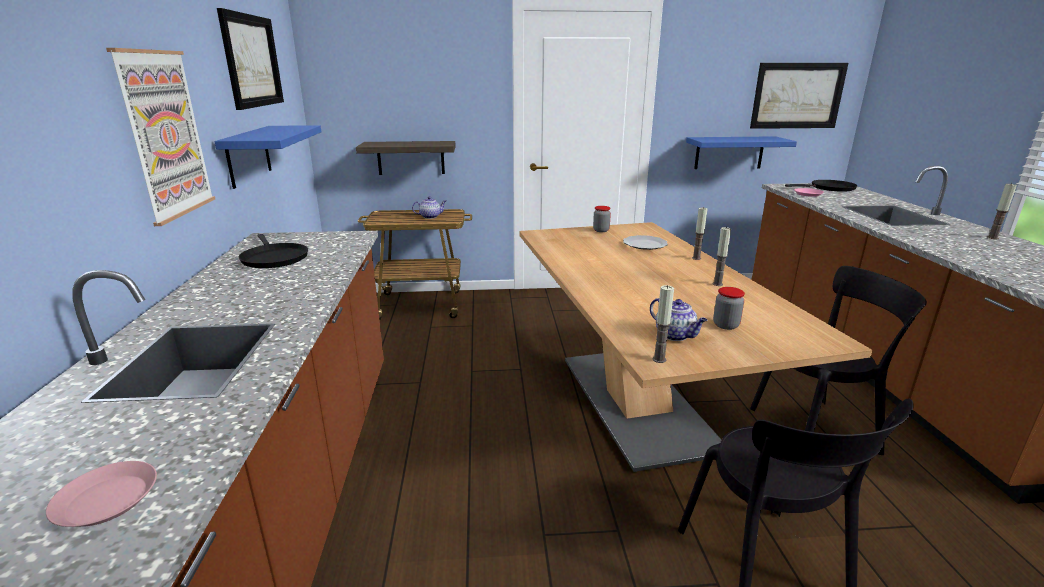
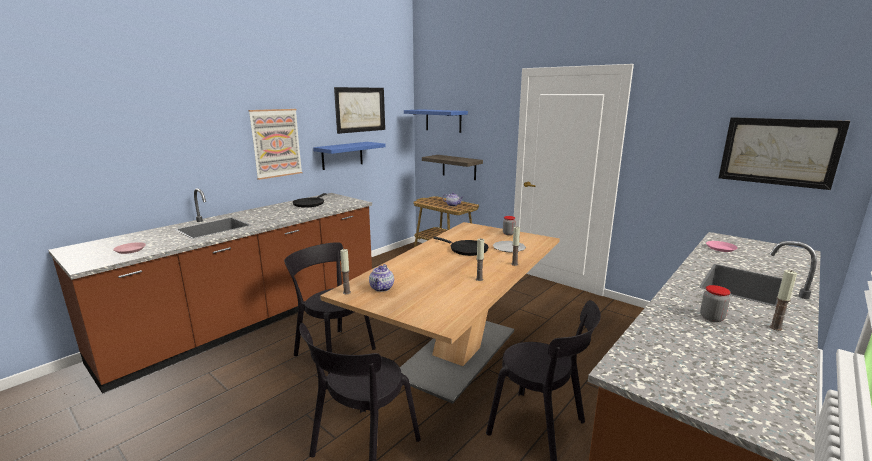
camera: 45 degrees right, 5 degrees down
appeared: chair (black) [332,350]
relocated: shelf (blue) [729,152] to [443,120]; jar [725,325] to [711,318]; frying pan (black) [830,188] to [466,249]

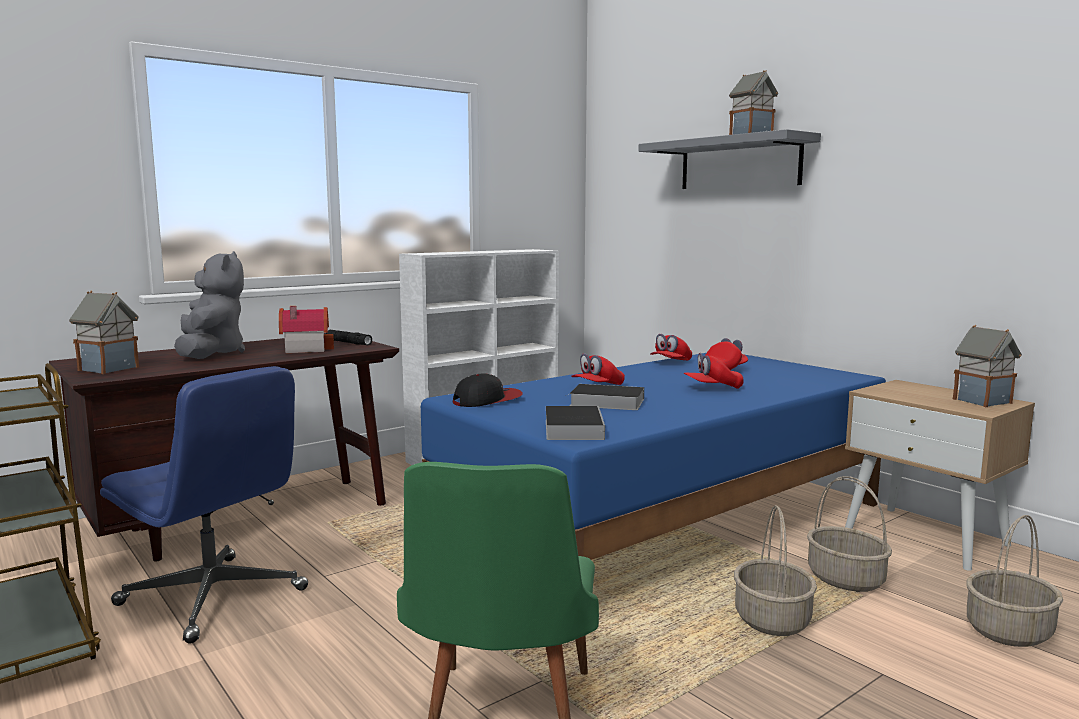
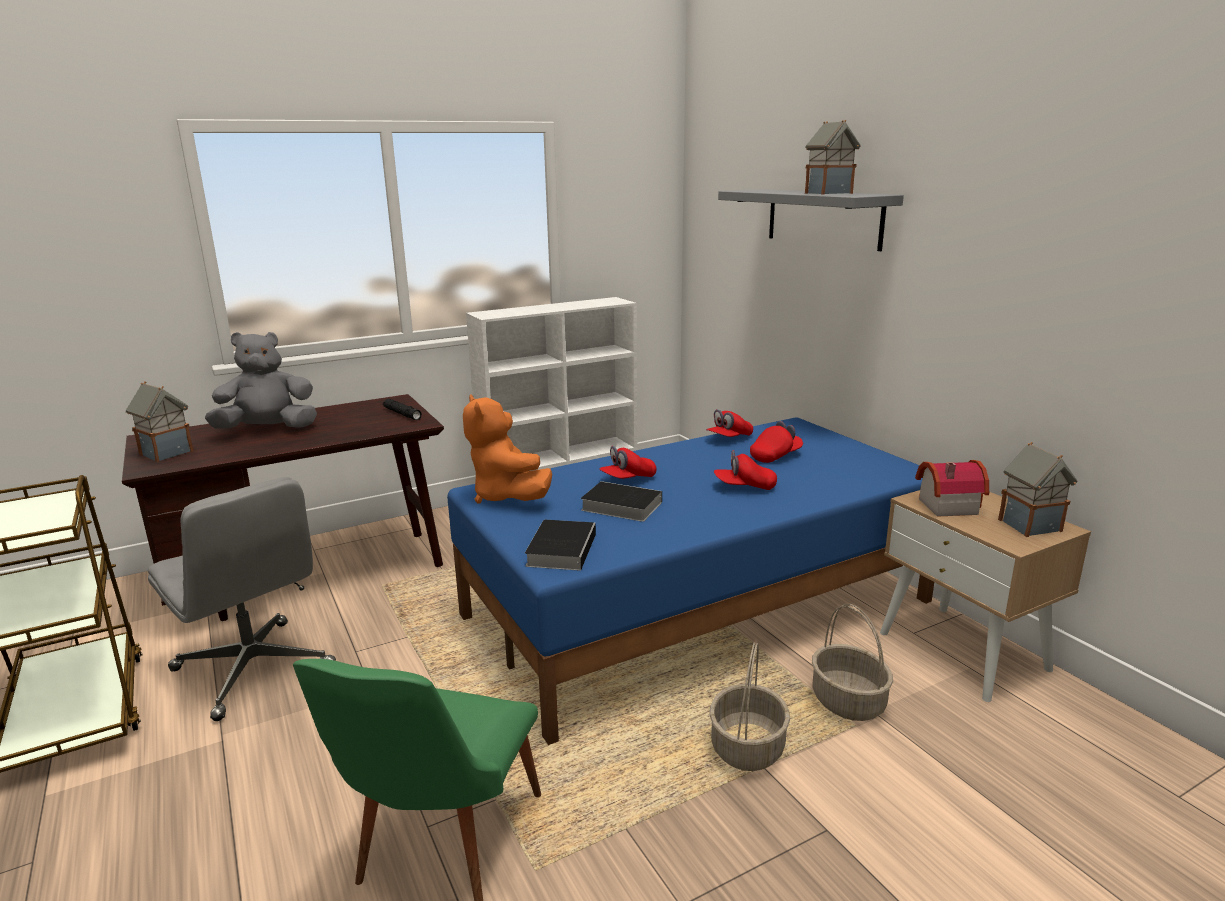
camera: 10 degrees right, 10 degrees up
missing: basket [1009,631]
relocated: toy house [304,349] to [944,505]
exchanged: cap [487,400] to plush toy (orange) [507,496]
colour: office chair (blue) [214,597] to office chair (grey) [254,669]
spun: plush toy (grey) [211,354] = [268,430] 105 degrees counterclockwise

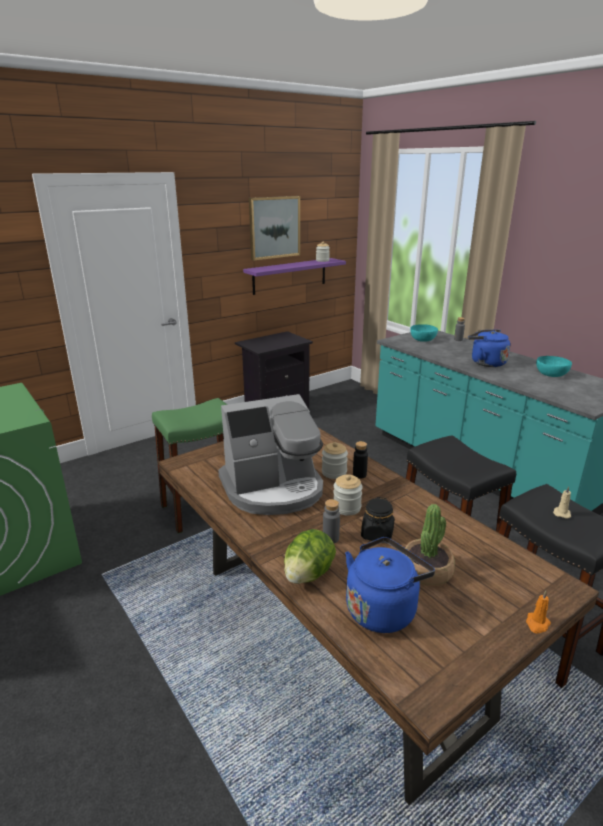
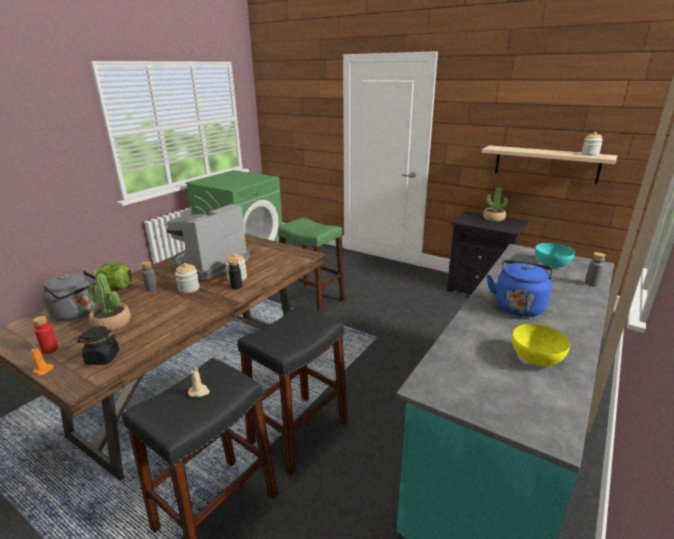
camera: 70 degrees right, 0 degrees up
missing: picture [274,227]
appeared: bottle (red) [50,349]; potted plant [493,219]
relocated: jar (black) [377,534] to [102,358]
colour: shelf (purple) [289,276] to shelf (beige) [546,164]; kettle (blue) [383,608] to kettle (grey) [78,313]; bowl (turquoise) [551,374] to bowl (yellow) [535,357]
spun: coffee machine [273,488] = [209,264] 75 degrees clockwise

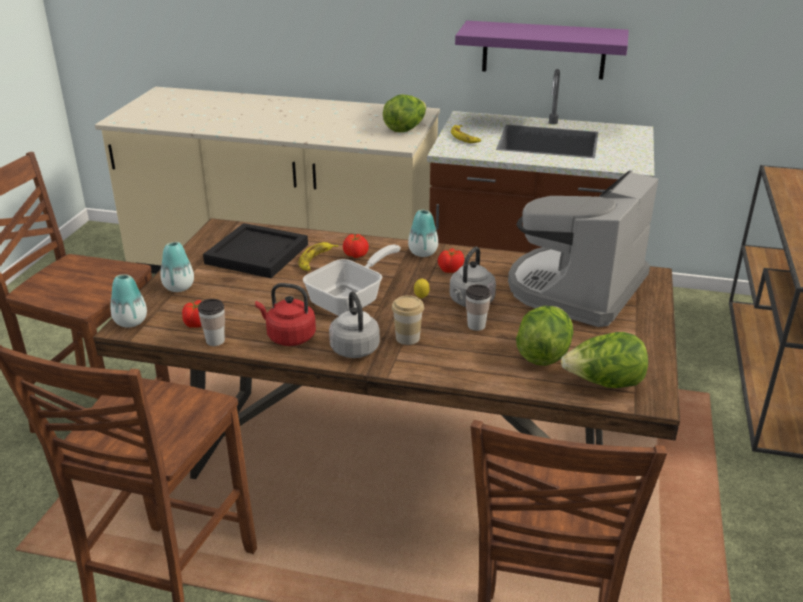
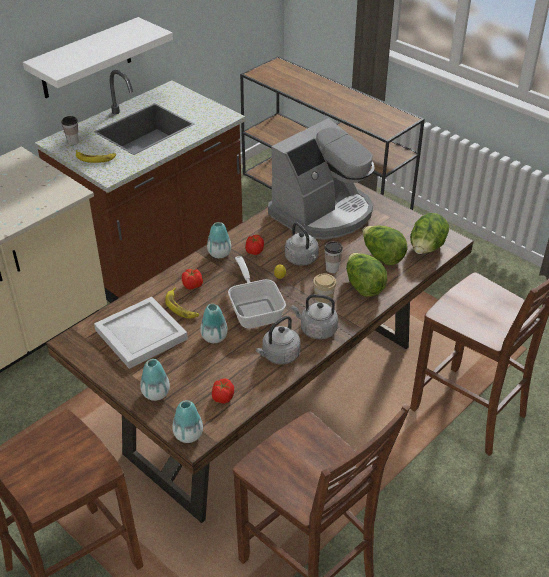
camera: 60 degrees left, 10 degrees up
appeared: vase [214,337]
relocated: cup [215,341] to [73,142]; lettuce [405,129] to [363,286]
colour: tray (black) [257,255] to tray (white) [142,335]; kettle (red) [288,337] to kettle (grey) [279,356]; shelf (purple) [543,50] to shelf (white) [86,59]
spun: coffee machine [576,289] = [323,213] 105 degrees counterclockwise

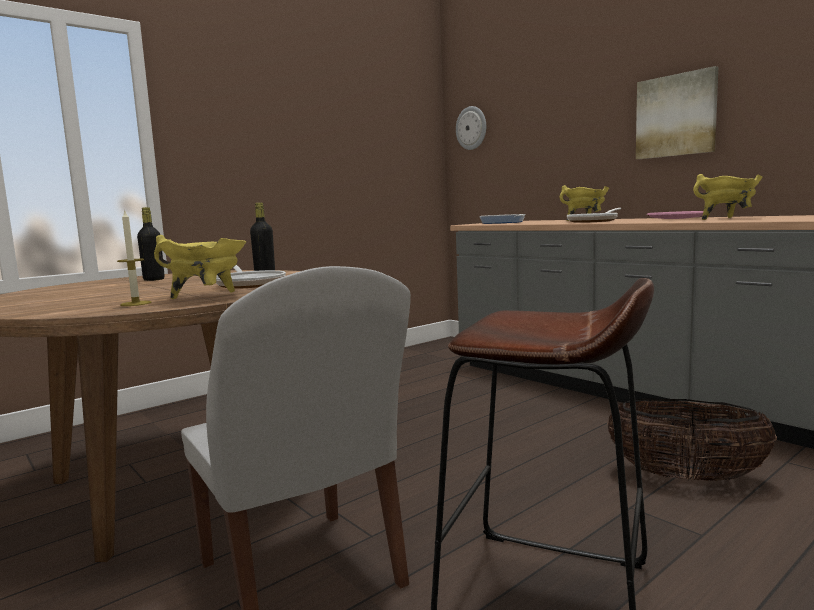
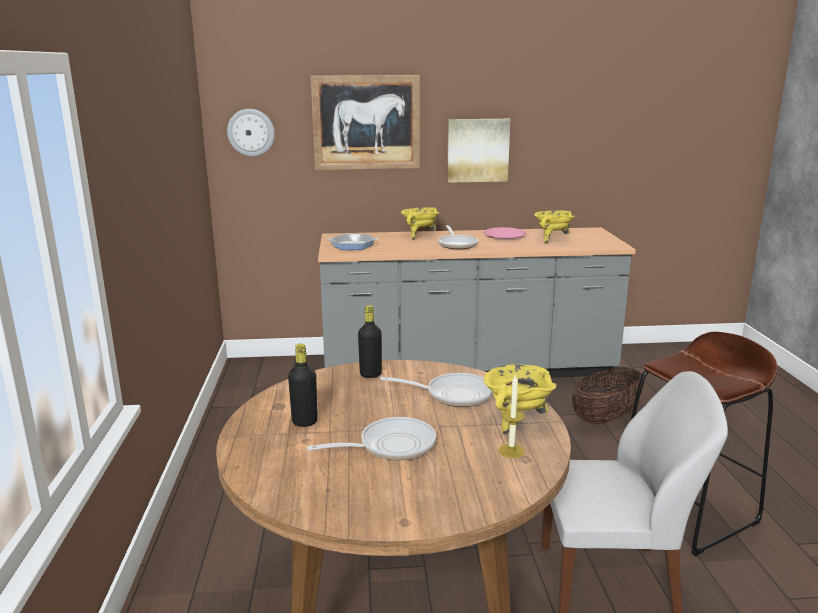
camera: 55 degrees left, 10 degrees up
appeared: frying pan [391,446]; picture [366,123]

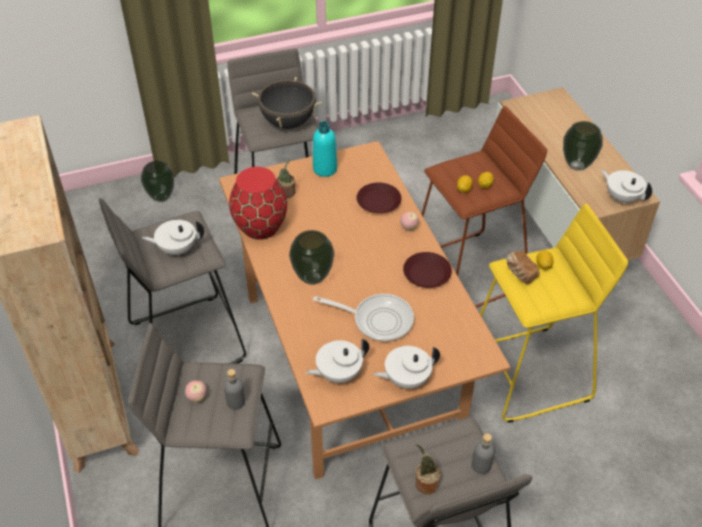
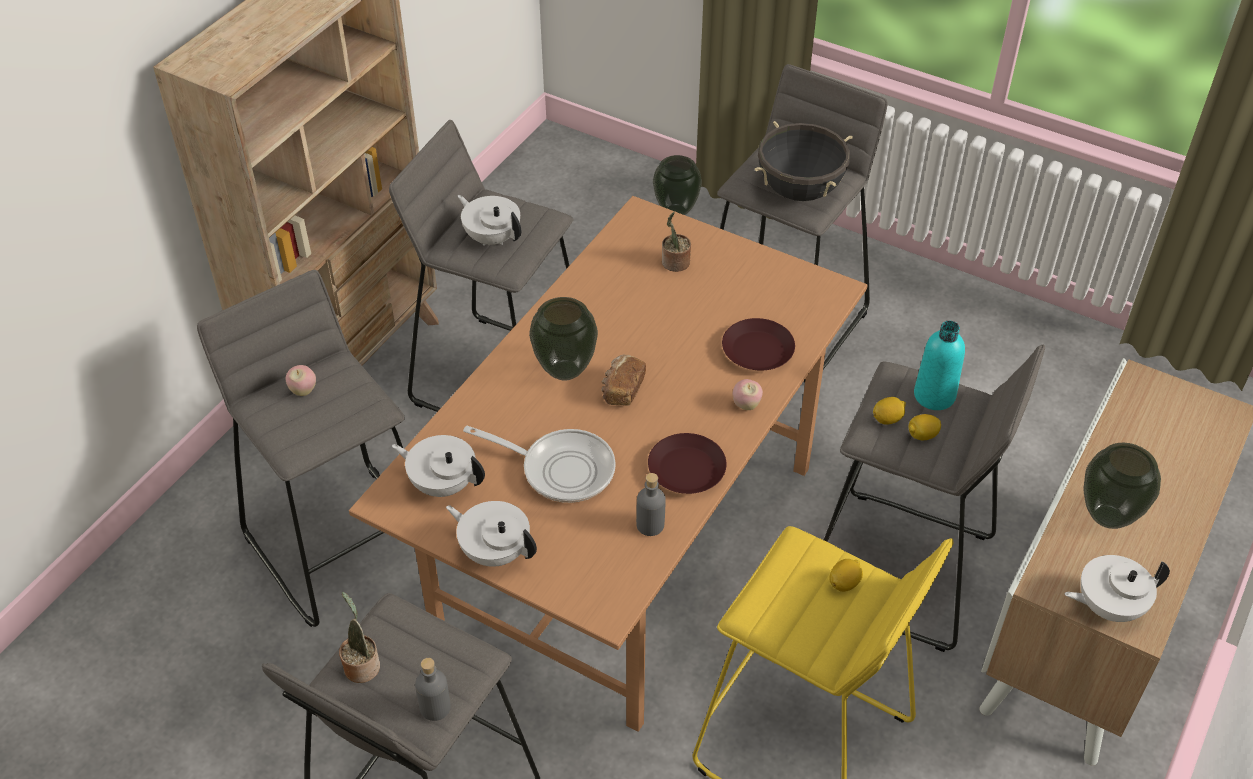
camera: 50 degrees right, 0 degrees up
missing: vase (red) [259,227]
relocated: bottle (grey) [236,402] to [650,525]; bottle (turquoise) [325,169] to [934,395]; bread [520,273] to [622,389]
colour: stool (brown) [468,273] to stool (grey) [900,570]
spun: frying pan [378,320] = [561,469] 45 degrees counterclockwise; teapot (white) [622,197] = [1107,606] 105 degrees counterclockwise

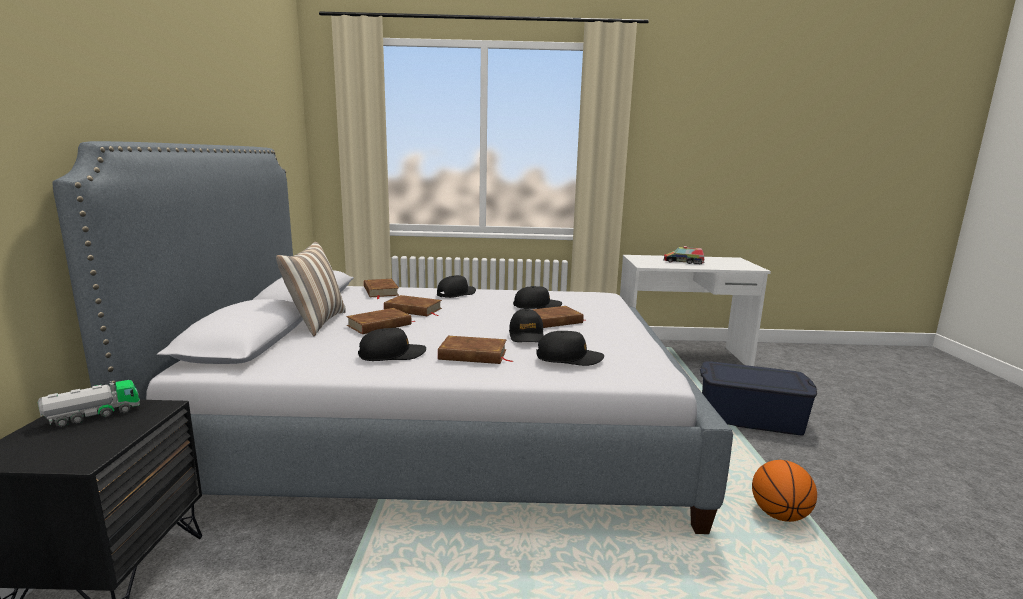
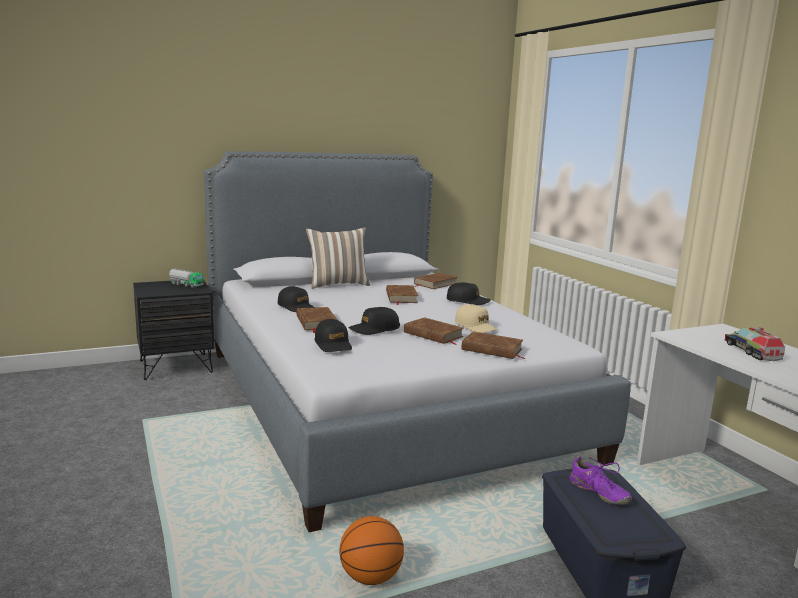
camera: 65 degrees right, 0 degrees up
appeared: shoe (purple) [598,493]
relocated: book (brown) [380,325] to [492,349]
colour: cap (black) [537,306] to cap (beige) [475,326]

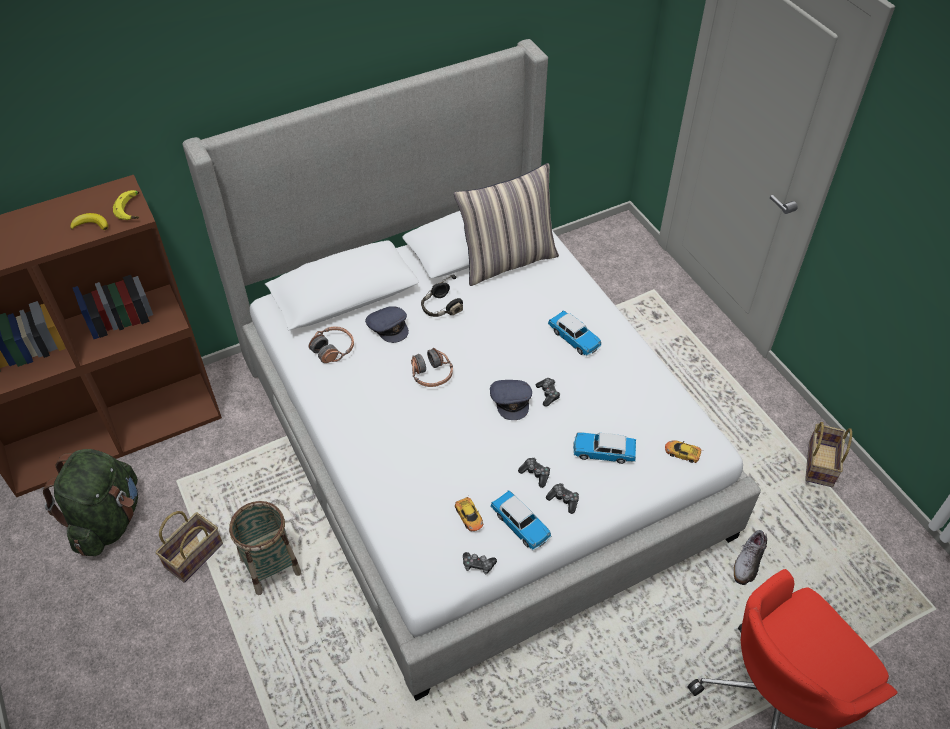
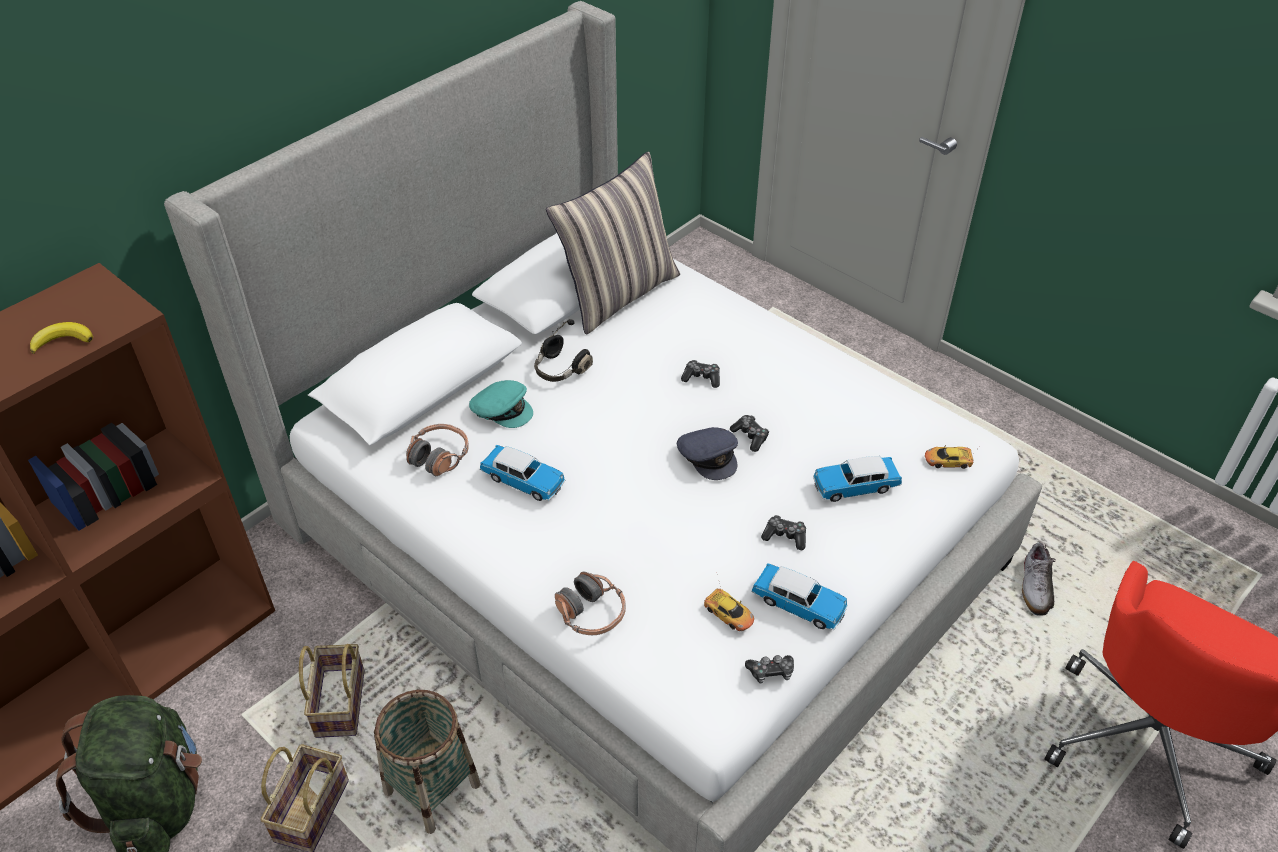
camera: 20 degrees left, 5 degrees down
missing: banana [132,209]
relocated: headphones [431,374] to [591,613]; game controller [563,500] to [702,378]; toy car [574,338] to [523,480]; basket [819,463] to [338,701]
colour: cap (grey) [388,327] to cap (turquoise) [502,409]

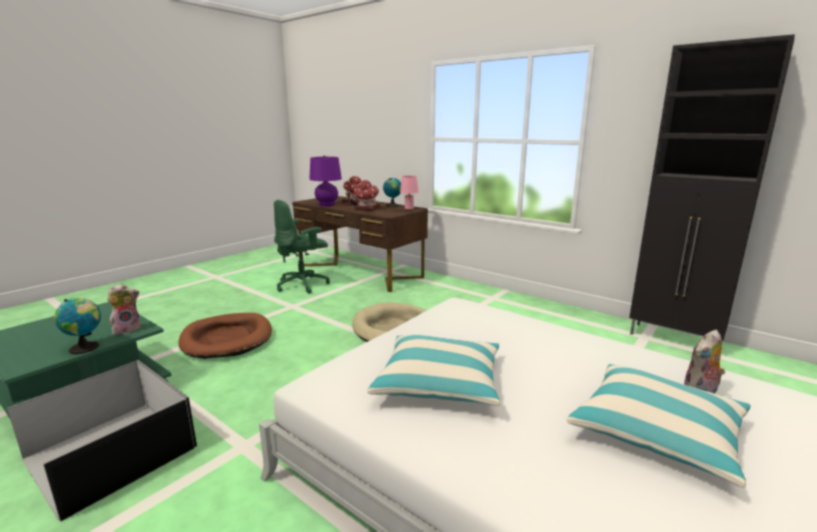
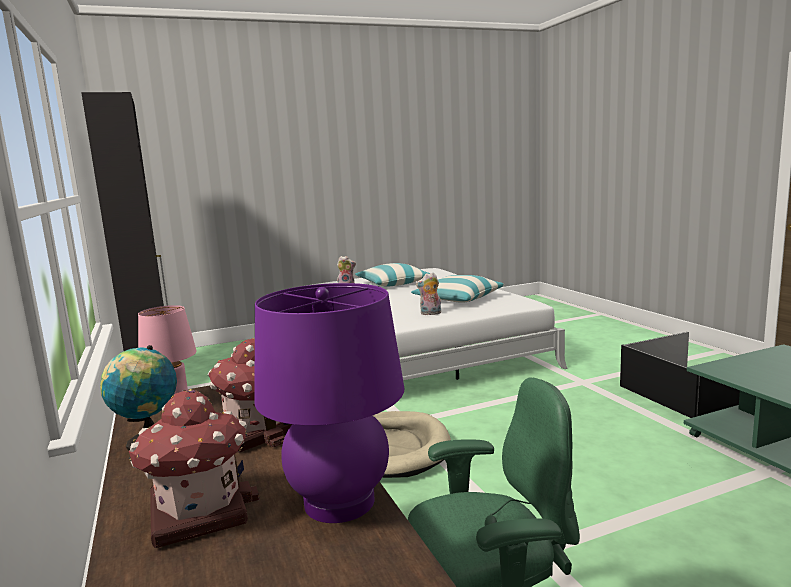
camera: 150 degrees left, 5 degrees down
missing: globe [86,348]; dog bed (brown) [227,339]
relocated: plush toy [127,329] to [430,313]

